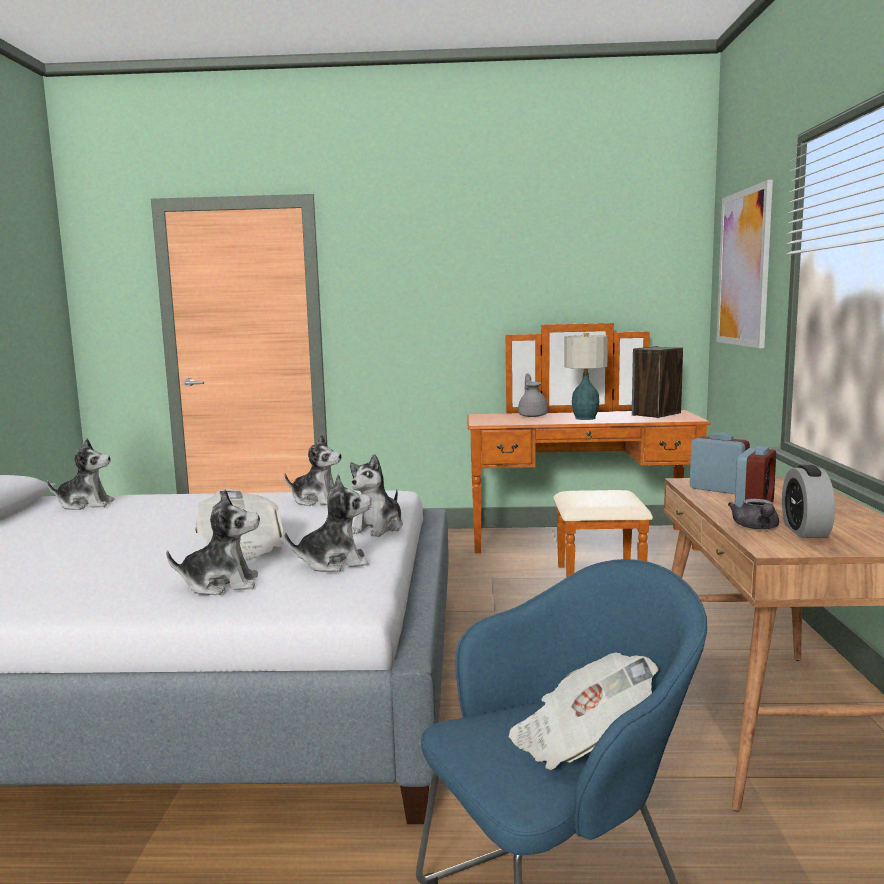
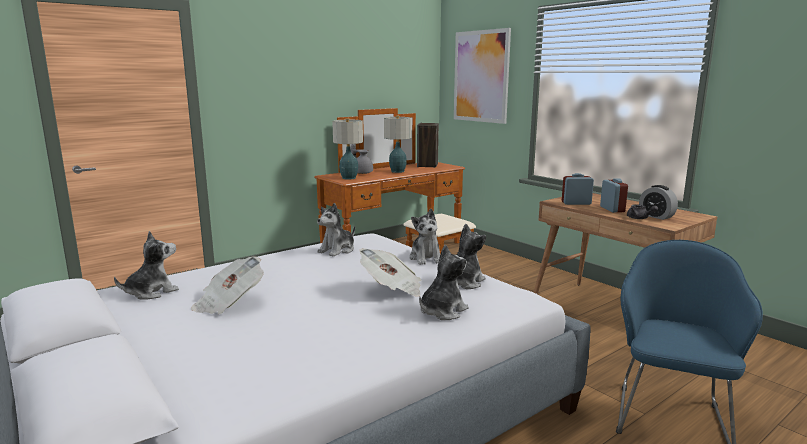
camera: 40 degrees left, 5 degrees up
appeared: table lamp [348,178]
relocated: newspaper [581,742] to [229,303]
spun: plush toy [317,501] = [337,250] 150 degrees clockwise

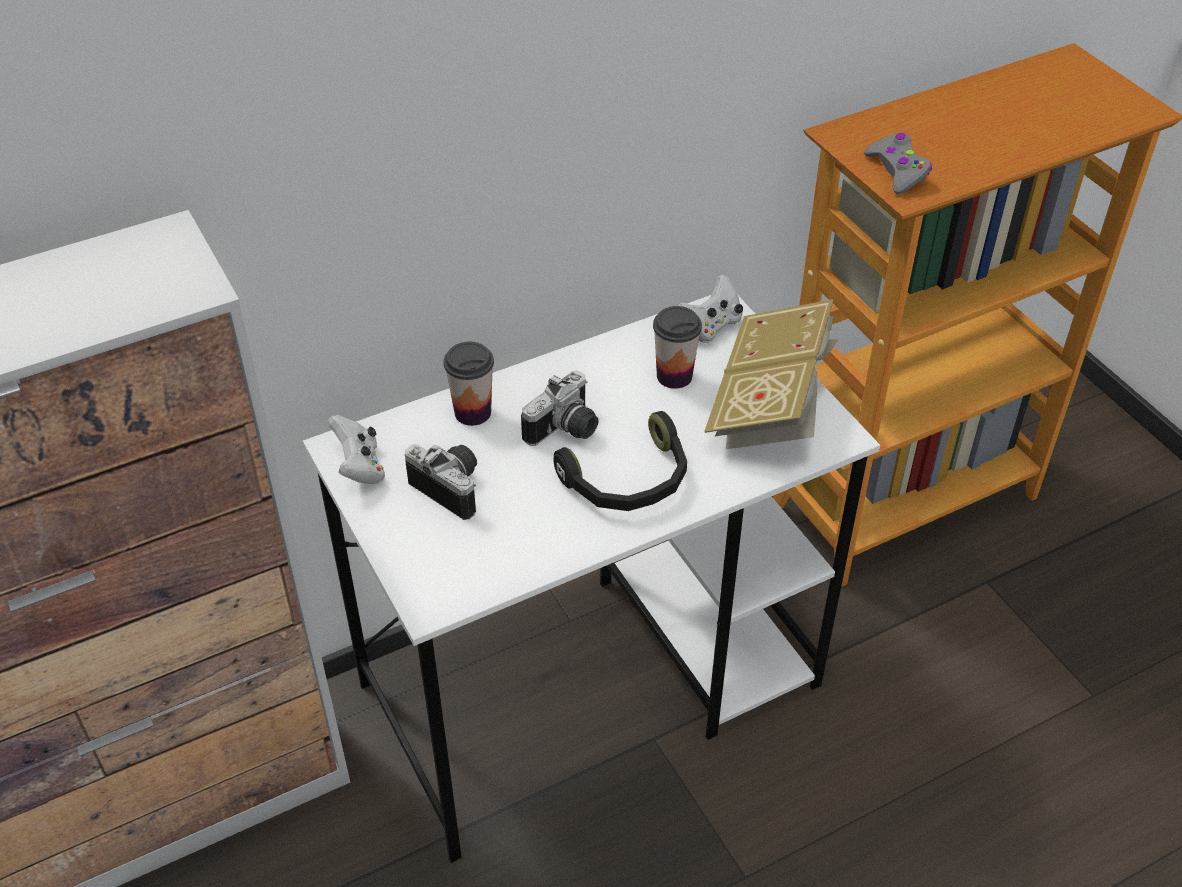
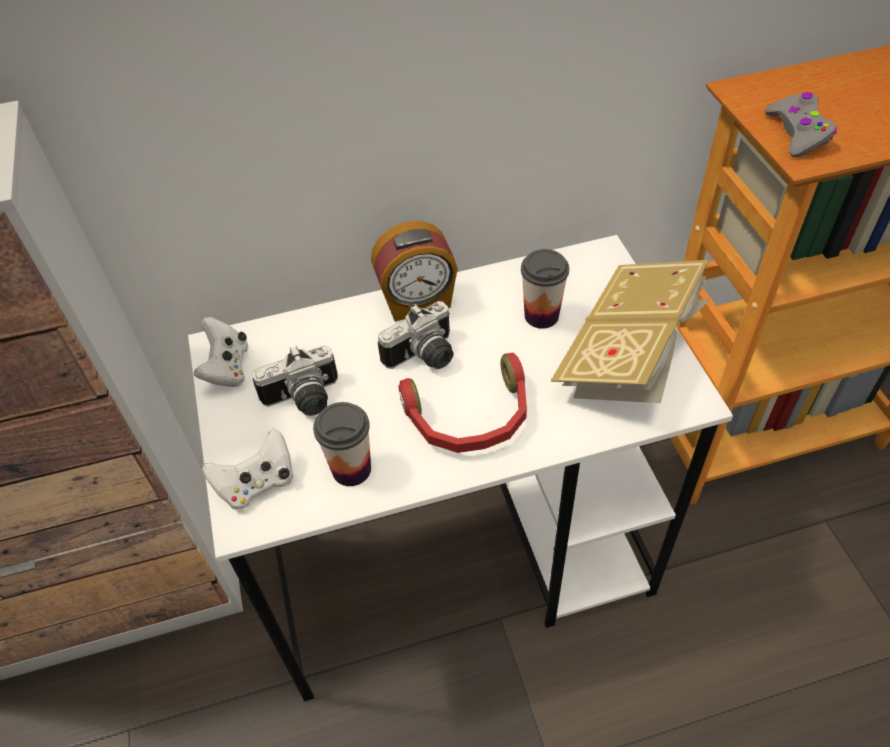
camera: 15 degrees right, 5 degrees up
appeared: alarm clock [417,302]
relocated: cup [473,412] to [351,469]; game controller (white) [710,326] to [257,484]
colour: headphones (black) [629,481] to headphones (red) [470,418]
spun: photo camera [453,487] = [304,400] 105 degrees clockwise

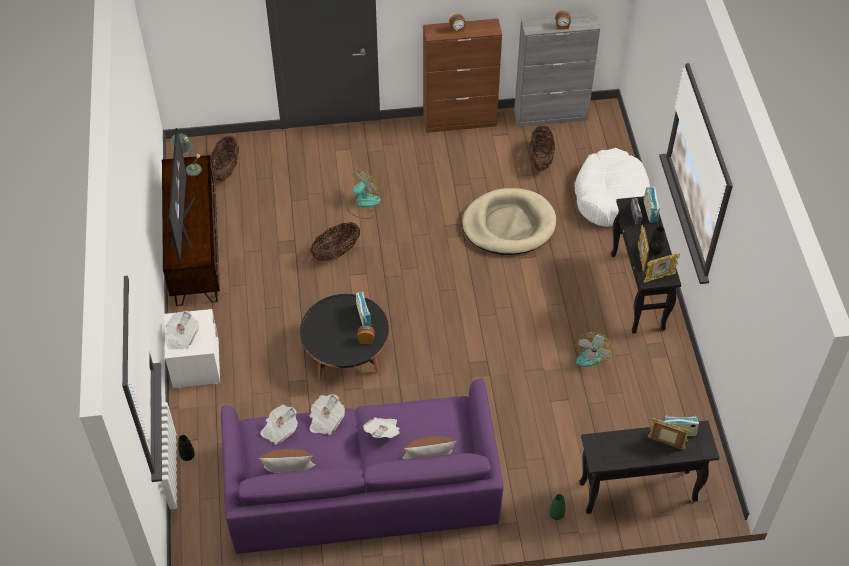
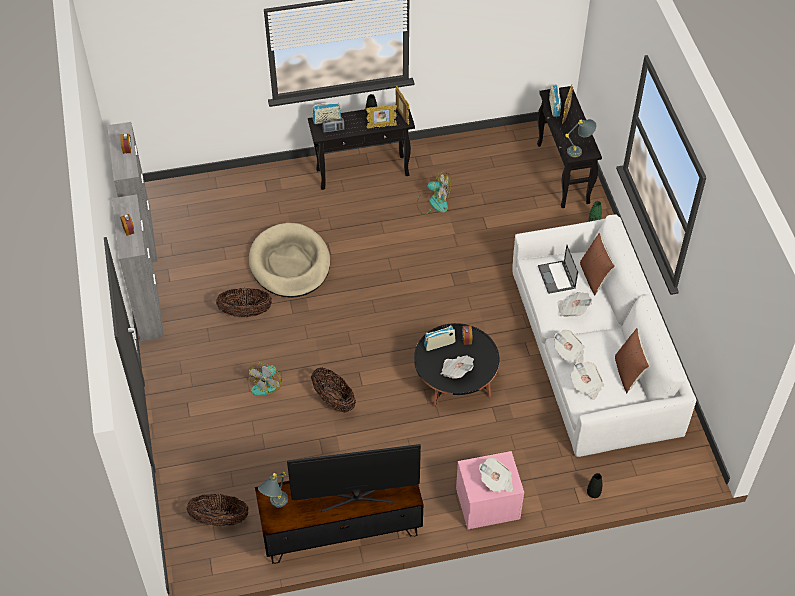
camera: 95 degrees left, 0 degrees up
missing: dog bed (white) [609,195]
appeared: newspaper [456,371]; laptop [556,277]; table lamp (grey) [579,151]
relocated: basket [540,159] to [245,312]
colour: nightstand (white) [195,363] to nightstand (pink) [487,504]; sofa (purple) [362,483] to sofa (white) [594,353]; cabinet (brown) [460,121] to cabinet (grey) [148,309]
spun: fan [363,204] = [267,383] 105 degrees counterclockwise

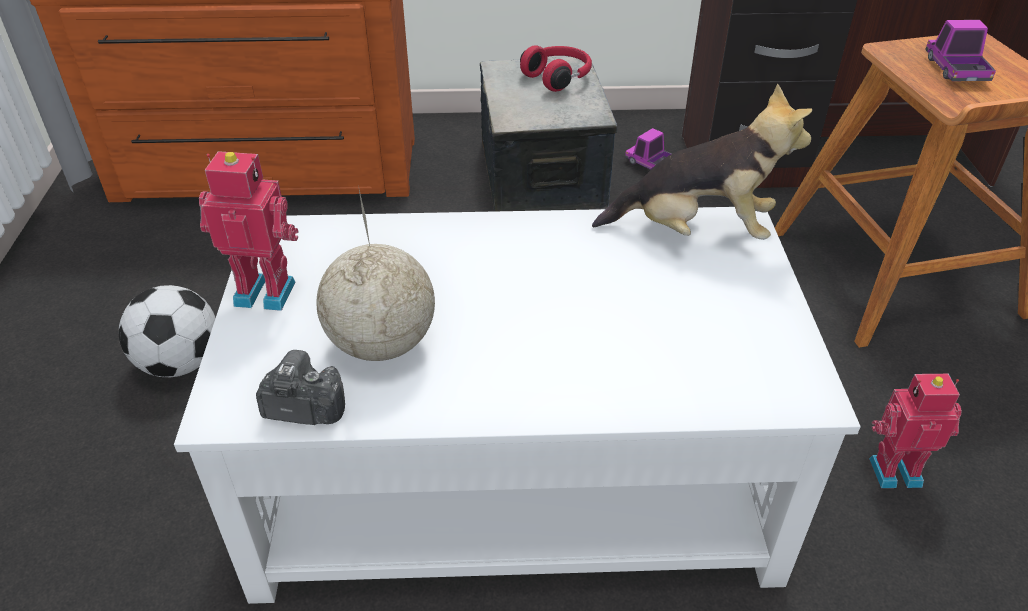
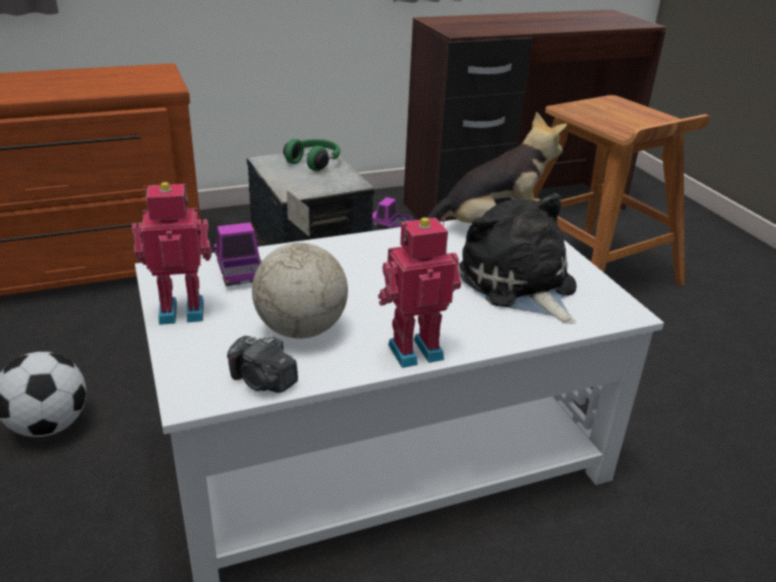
camera: 20 degrees left, 10 degrees down
appeared: plush toy [519,285]
relocated: toy robot [893,469] to [414,349]; toy truck [955,70] to [240,271]
colour: headphones (red) [558,78] to headphones (green) [314,162]
spun: photo camera [304,409] = [263,381] 135 degrees counterclockwise

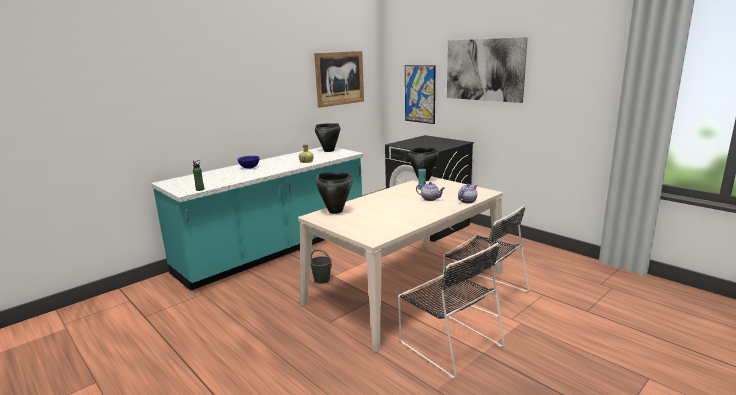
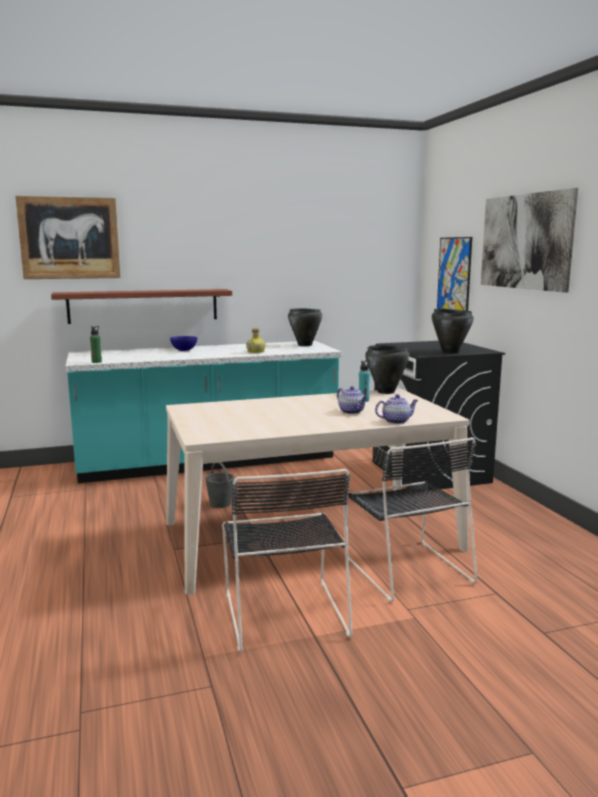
camera: 25 degrees right, 5 degrees down
appeared: shelf [143,306]
relocated: picture [339,78] to [69,238]; cooking pot (black) [335,211] to [450,352]

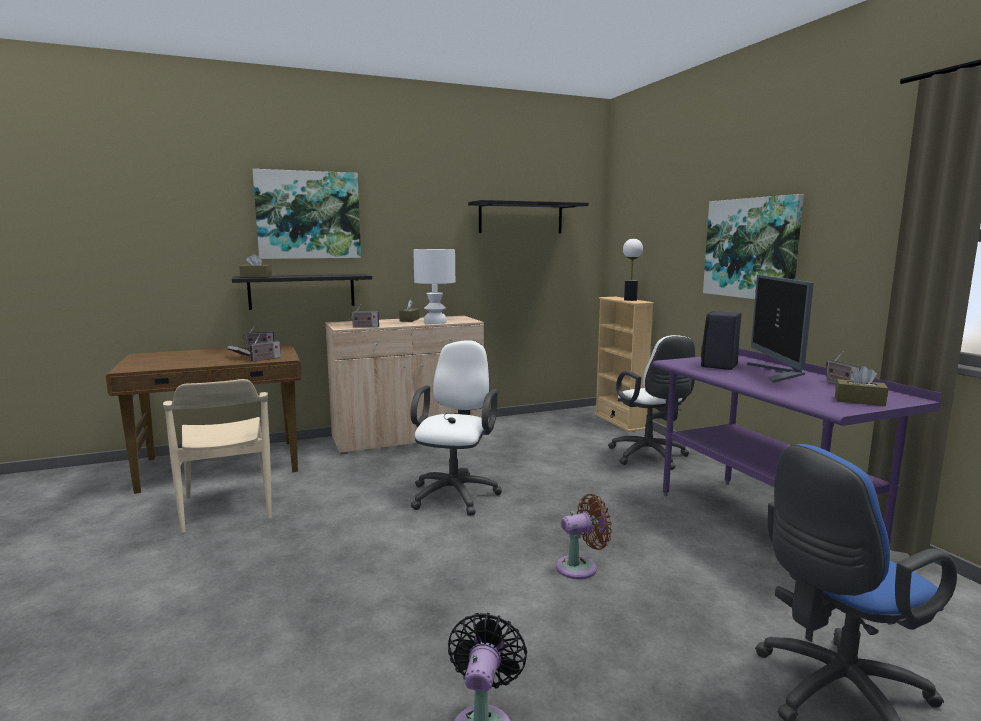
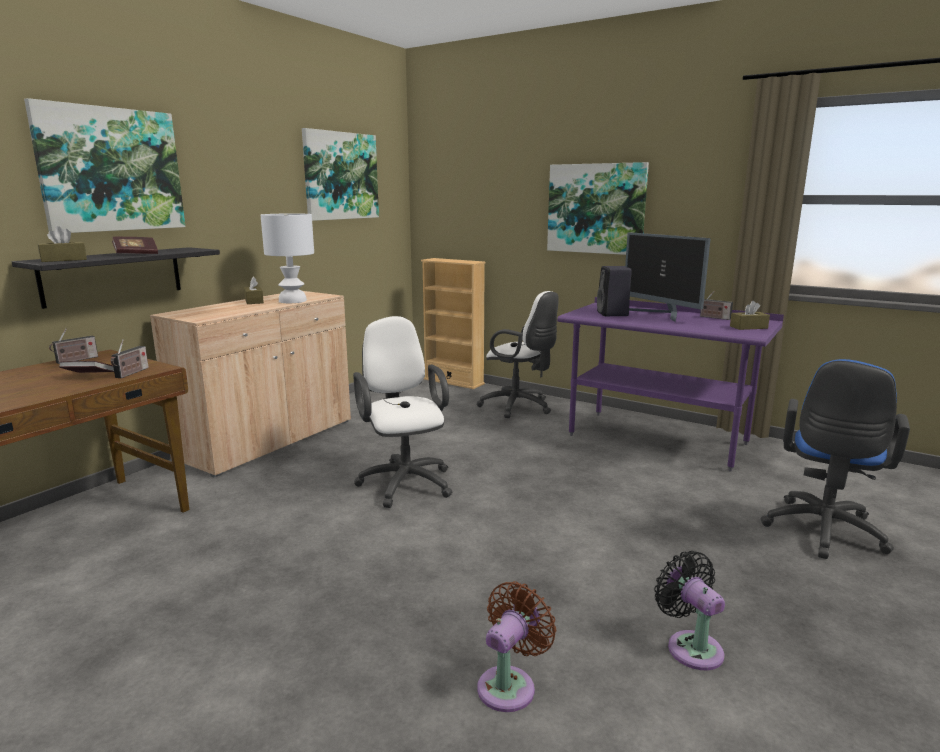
camera: 35 degrees left, 5 degrees up
missing: chair (beige) [227,507]; radio [364,327]; table lamp [630,300]
appeared: book [136,254]
relocated: fan (brown) [580,567] to [510,685]
exchanged: shelf (black) [521,218] to picture [340,176]

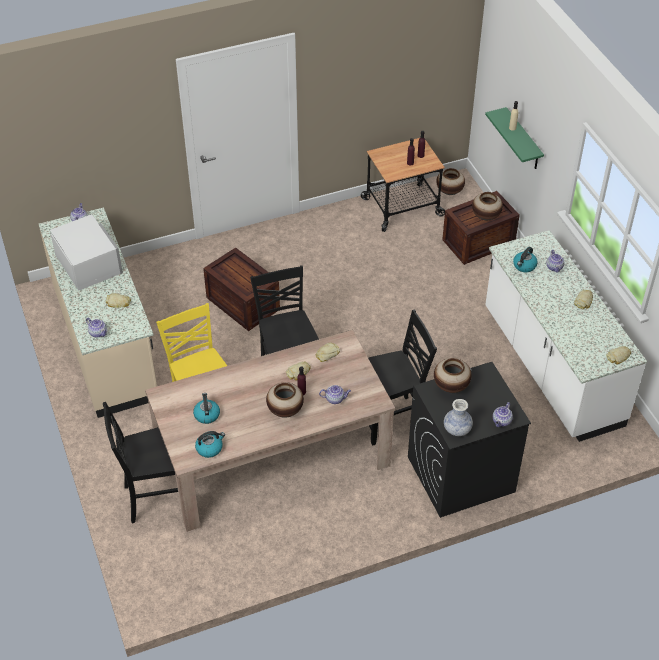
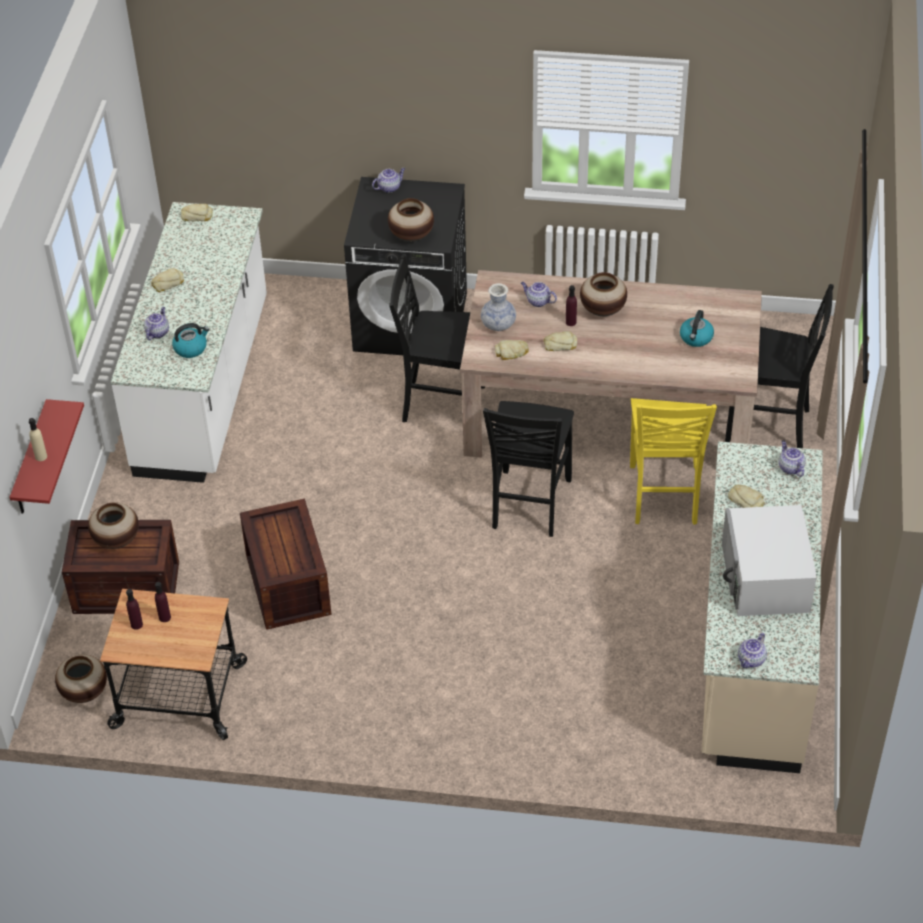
camera: 150 degrees left, 0 degrees up
missing: kettle [210,448]
relocated: crate [242,303] to [288,585]; vase [457,429] to [498,324]
colour: shelf (green) [523,140] to shelf (red) [31,461]

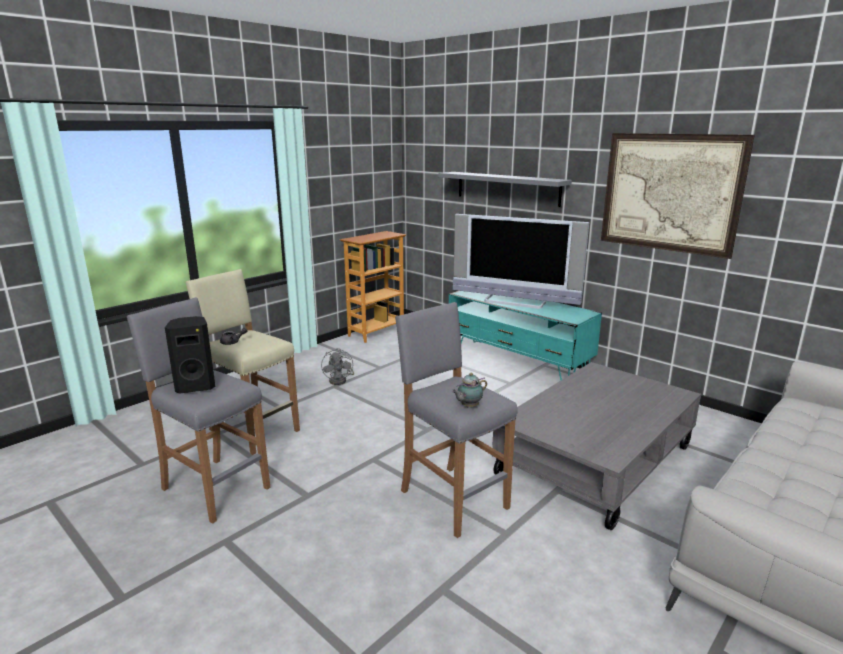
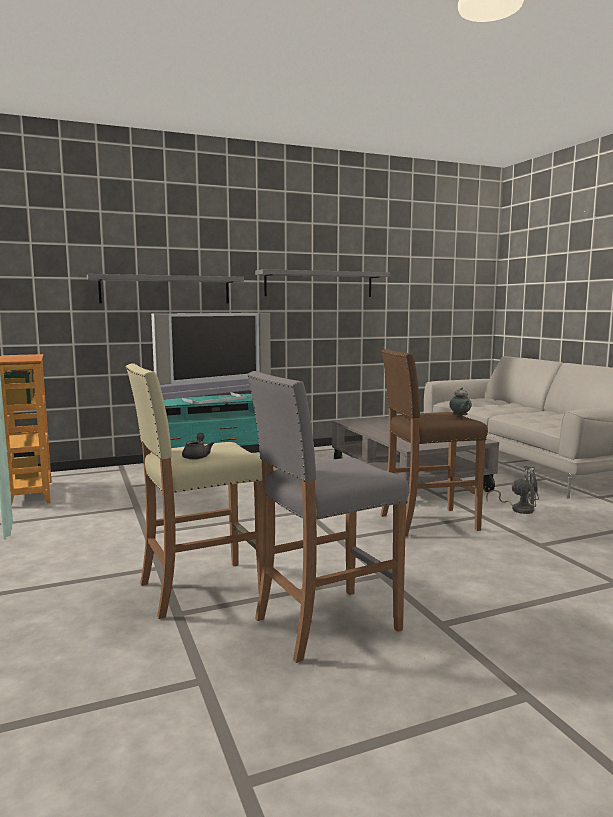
camera: 65 degrees left, 10 degrees down
missing: speaker (black) [196,386]
relocated: fan (grey) [340,380] to [518,509]
exchanged: picture [670,193] to shelf (grey) [319,284]
colour: stool (grey) [453,498] to stool (brown) [427,522]

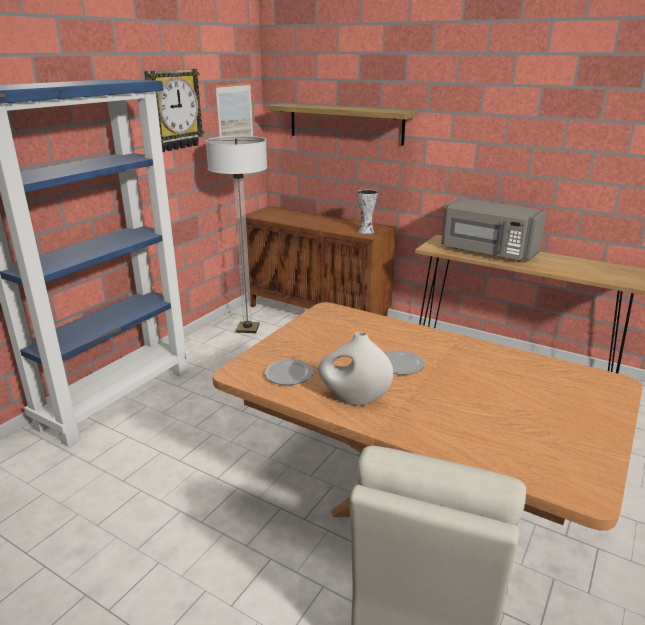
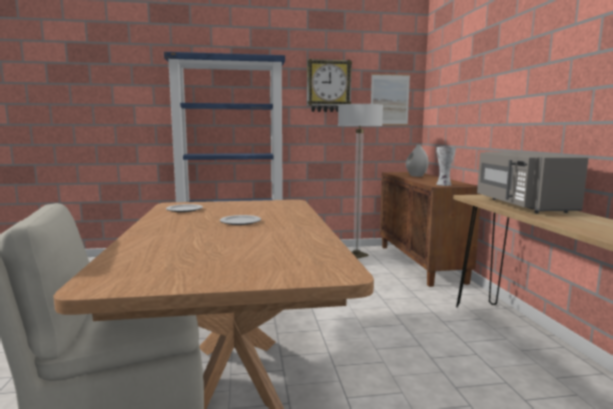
camera: 50 degrees right, 15 degrees down
missing: shelf [345,123]
relocated: vase (white) [354,399] to [416,176]

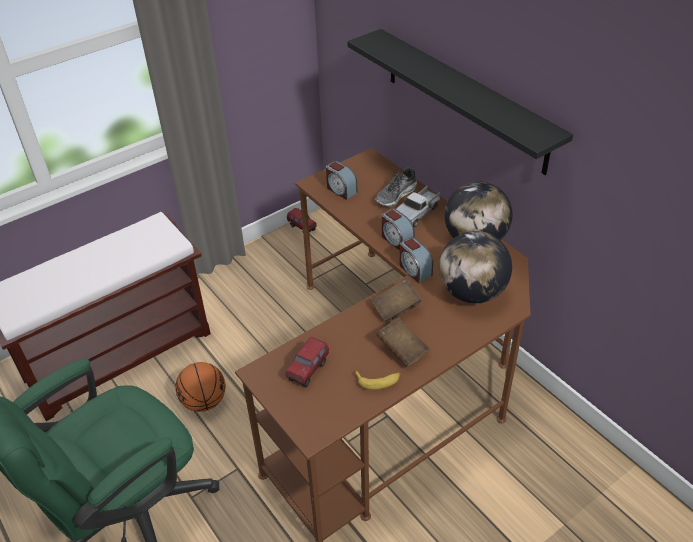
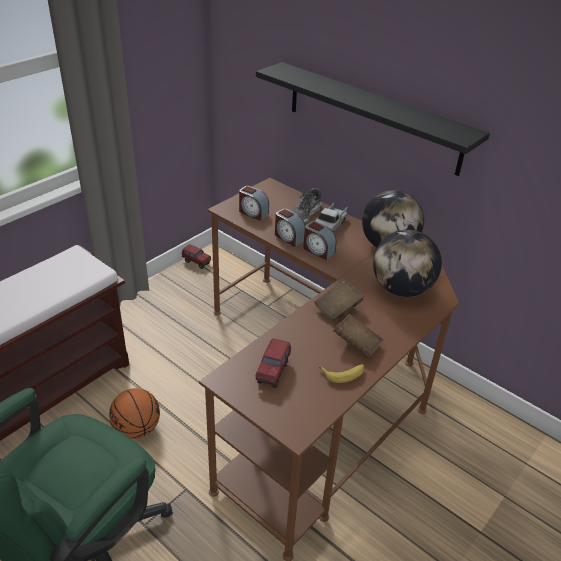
camera: 15 degrees left, 5 degrees down
relocated: alarm clock [414,270] to [288,237]

